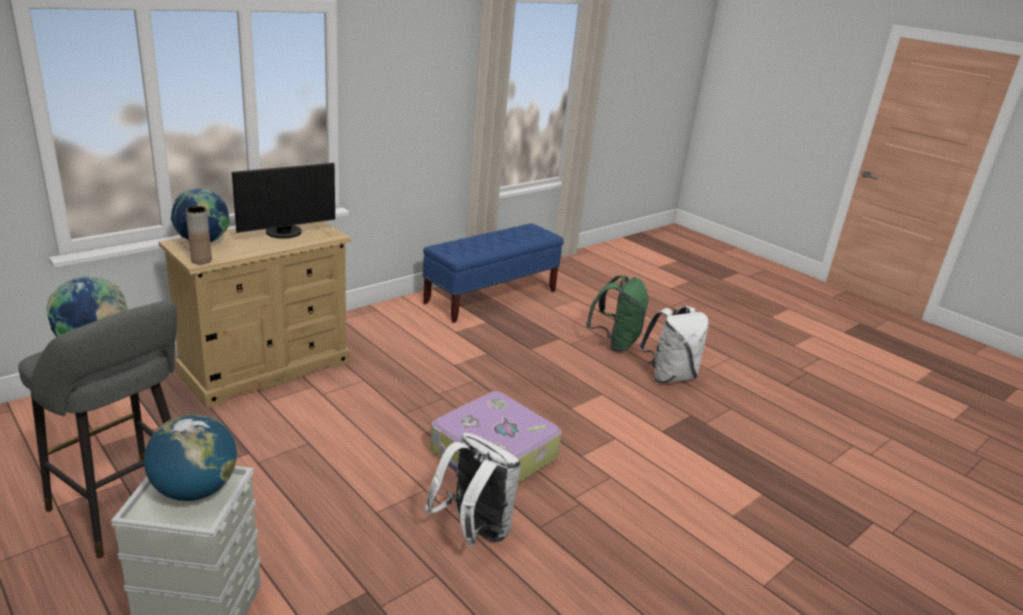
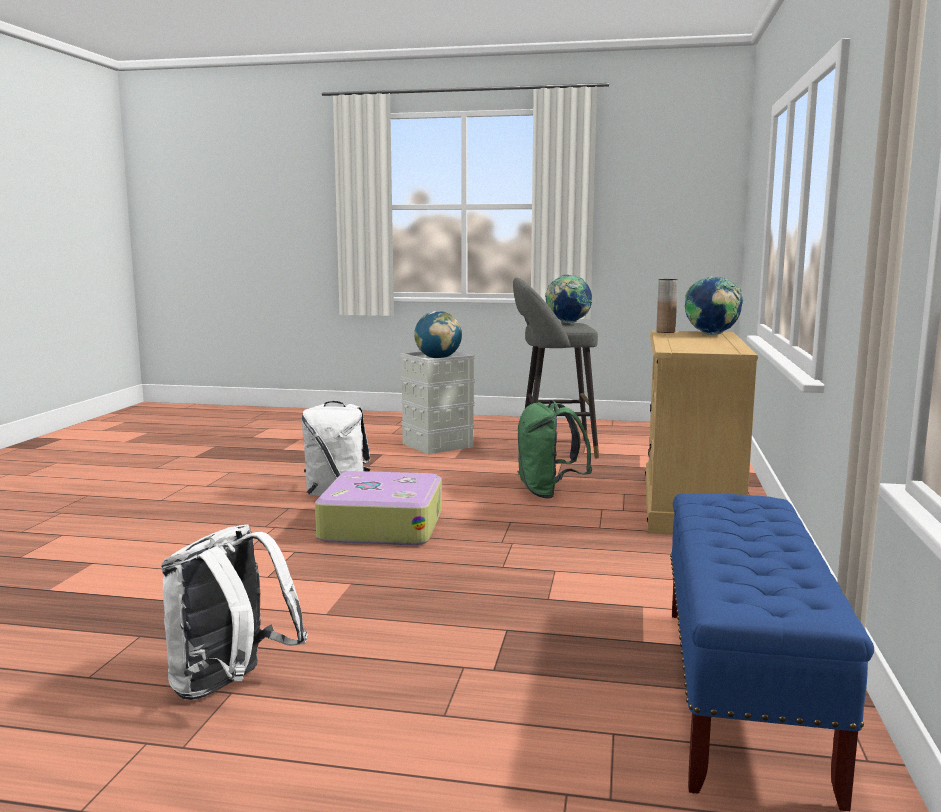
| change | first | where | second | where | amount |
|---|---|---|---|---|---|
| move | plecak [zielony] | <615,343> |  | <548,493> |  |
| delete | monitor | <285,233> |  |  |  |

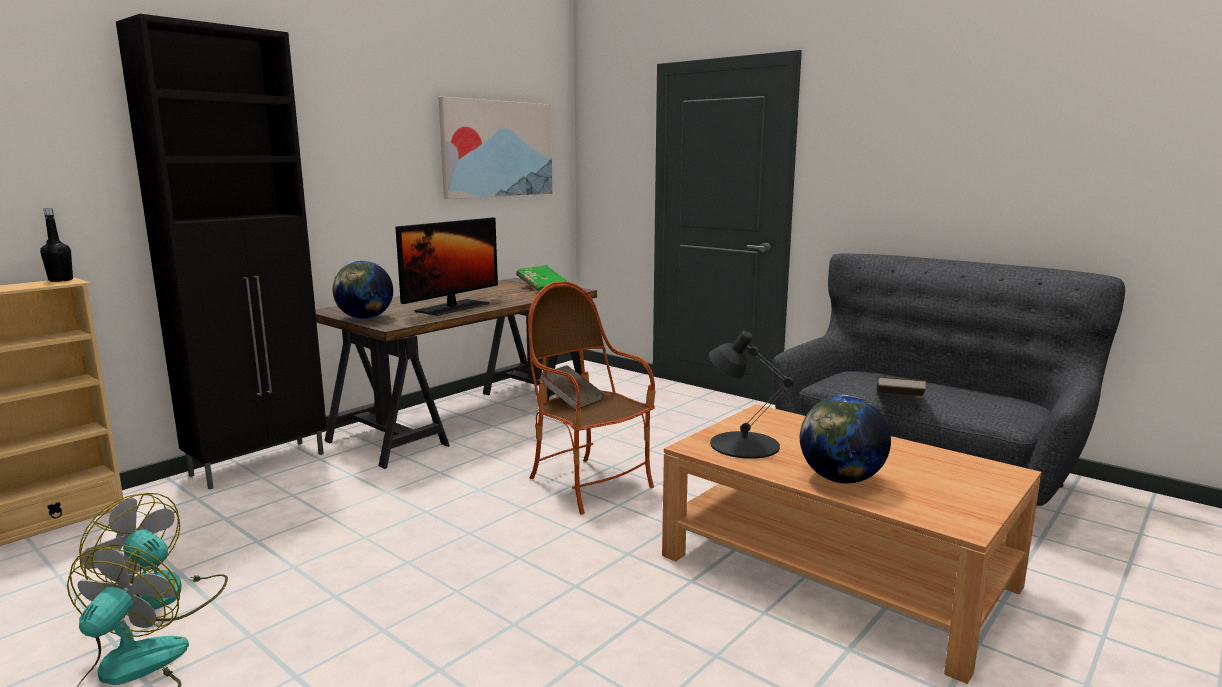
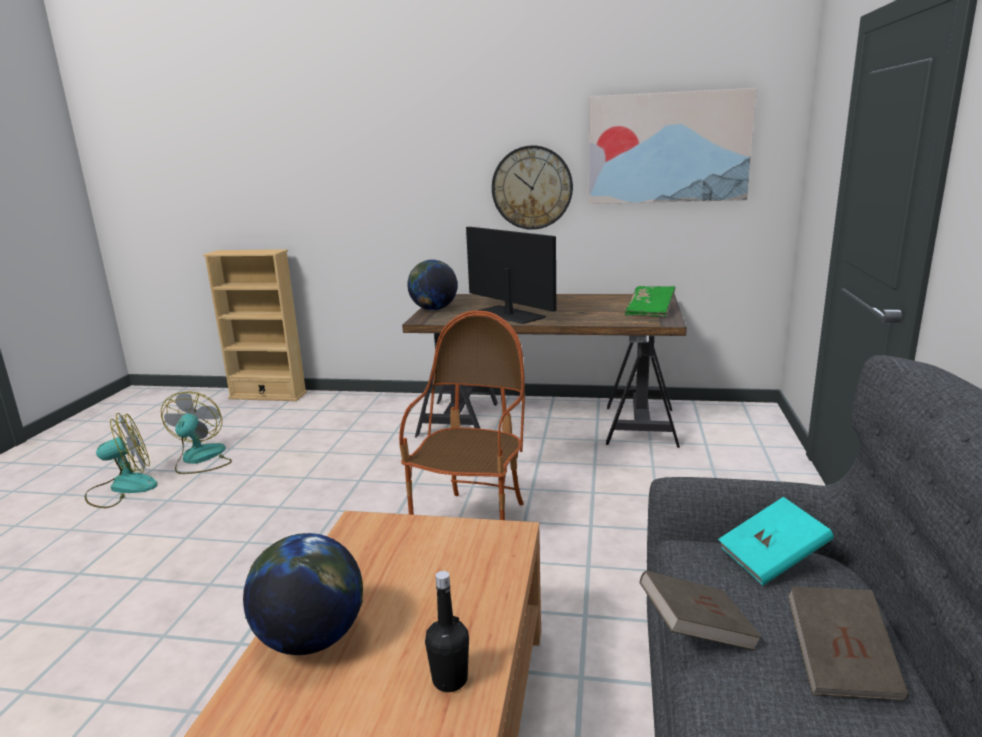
| change | first | where | second | where | amount |
|---|---|---|---|---|---|
| move | butelka [czarny] | <61,280> |  | <450,679> |  |
| rotate | monitor | <453,307> |  | <510,314> | 135 degrees counterclockwise |
| insert |  |  | zegar ścienny | <532,188> |  |
| insert |  |  | książka [turkusowy] | <772,559> |  |
| move | książka [brązowy] | <571,400> |  | <841,663> |  |
| delete | szafka [czarny] | <261,464> |  |  |  |
| delete | lampa stołowa [czarny] | <743,444> |  |  |  |

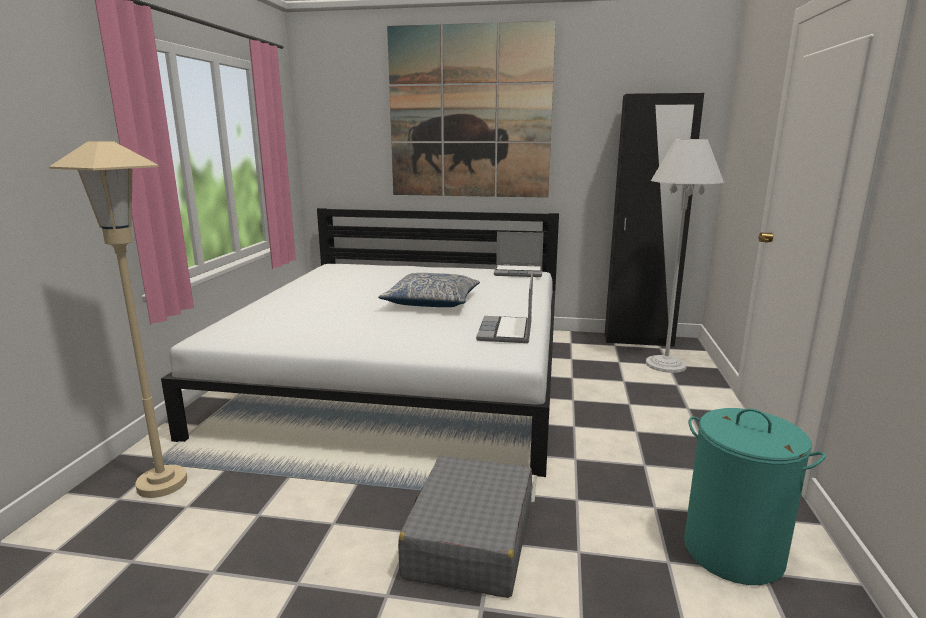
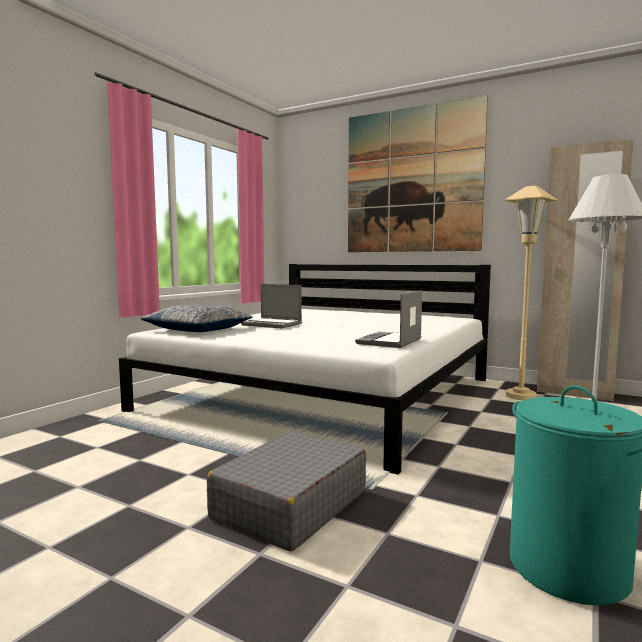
| change | first | where | second | where | amount |
|---|---|---|---|---|---|
| move | poduszka | <431,302> |  | <198,330> |  |
| move | laptop | <519,272> |  | <272,324> |  |
| move | lampa stojąca [beżowy] | <162,483> |  | <520,396> |  |
| recolor | szafa [czarny] | <638,340> | szafa [beżowy] | <574,393> |  |

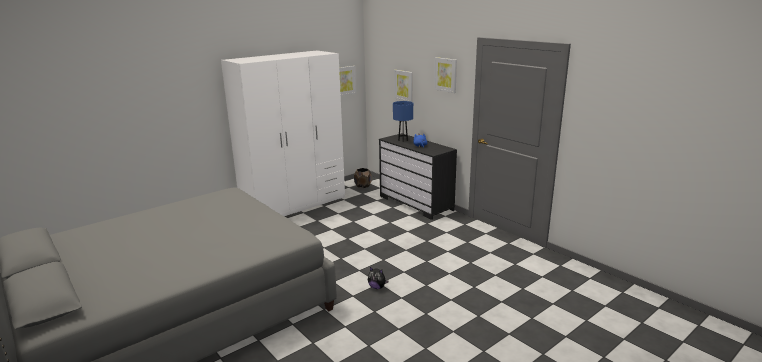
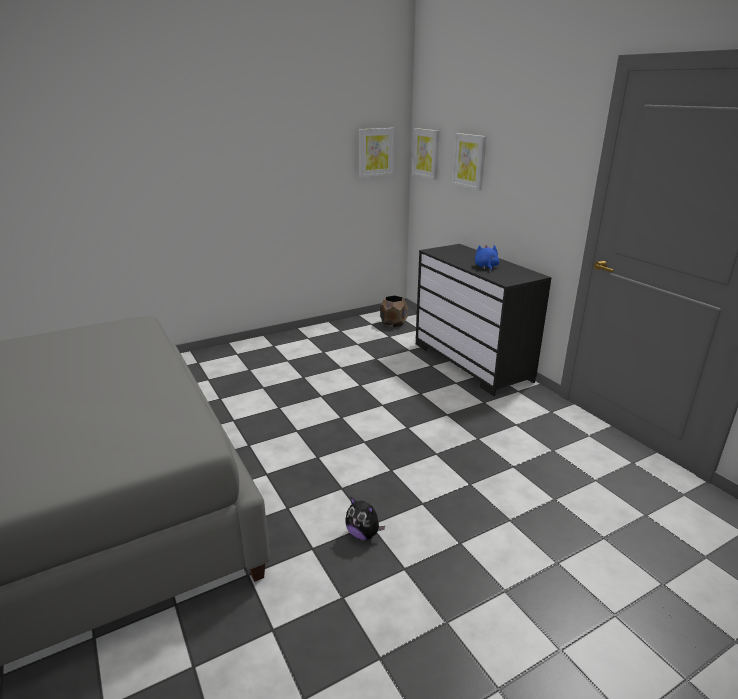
| change | first | where | second | where | amount |
|---|---|---|---|---|---|
| move | obraz | <445,74> |  | <426,153> |  |
| delete | szafa [biały] | <294,204> |  |  |  |
| delete | lampa stołowa [niebieski] | <403,140> |  |  |  |

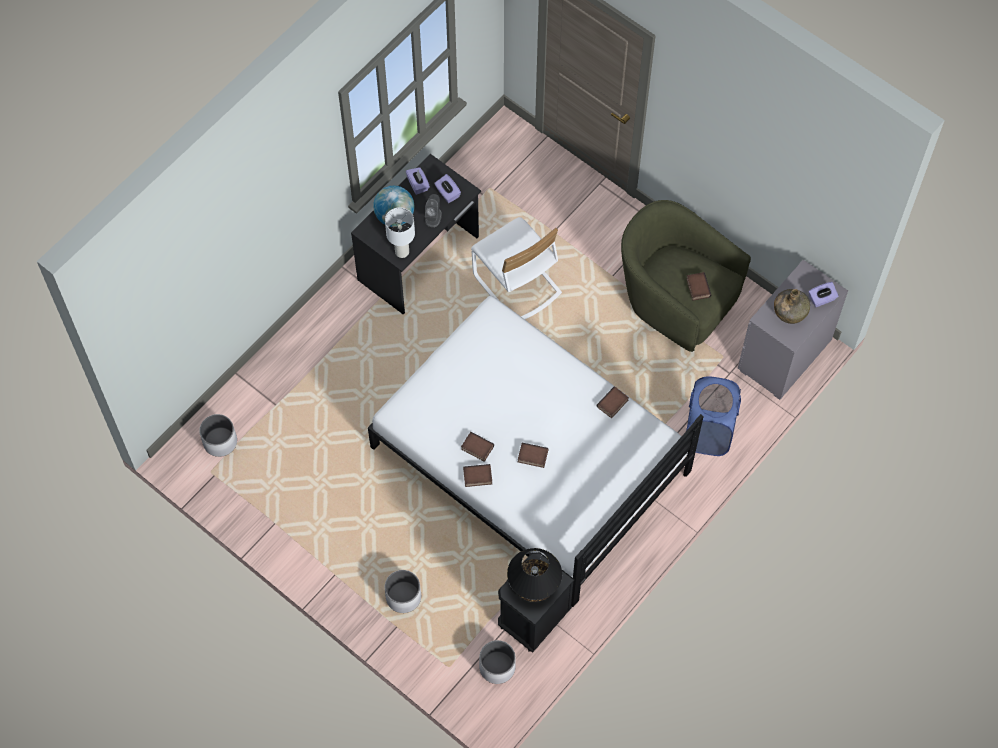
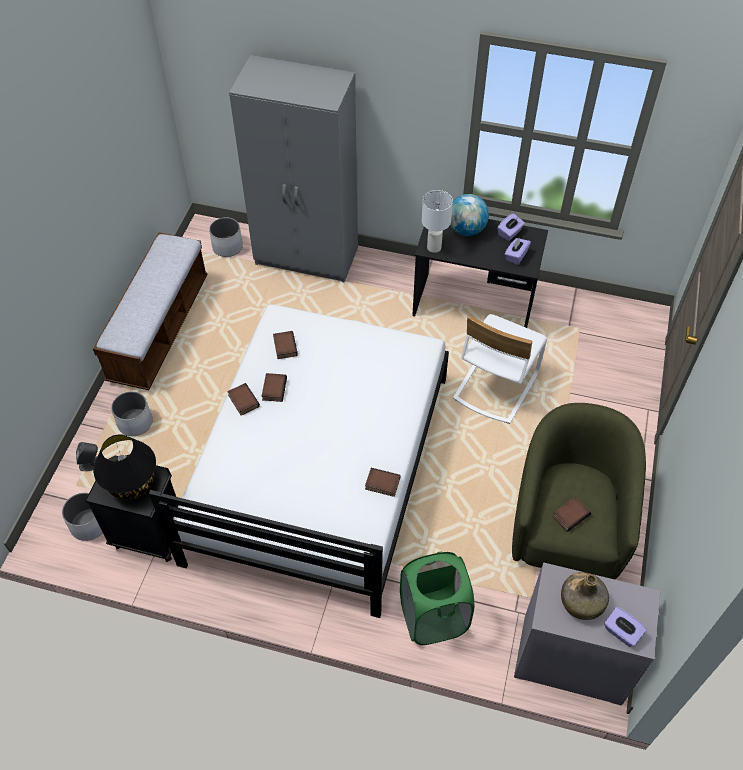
| change | first | where | second | where | amount |
|---|---|---|---|---|---|
| move | głośnik [szary] | <433,217> |  | <91,464> |  |
| insert |  |  | ławka | <160,329> |  |
| insert |  |  | szafa [szary] | <307,257> |  |
| move | książka | <532,457> |  | <284,346> |  |
| recolor | kosz na pranie [niebieski] | <708,433> | kosz na pranie [zielony] | <433,617> |  |

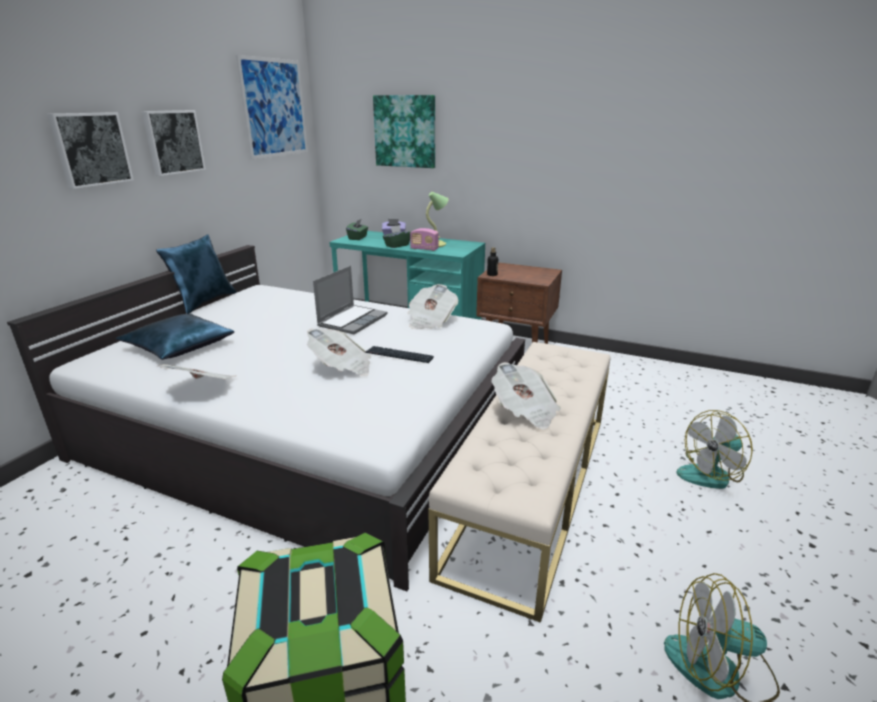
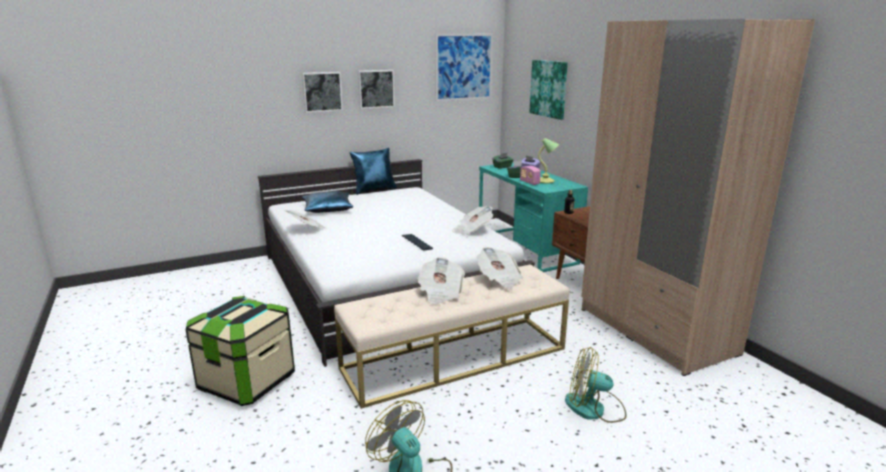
| change | first | where | second | where | amount |
|---|---|---|---|---|---|
| move | gazeta | <342,367> |  | <499,279> |  |
| insert |  |  | szafa [beżowy] | <655,331> |  |
| delete | laptop | <352,320> |  |  |  |

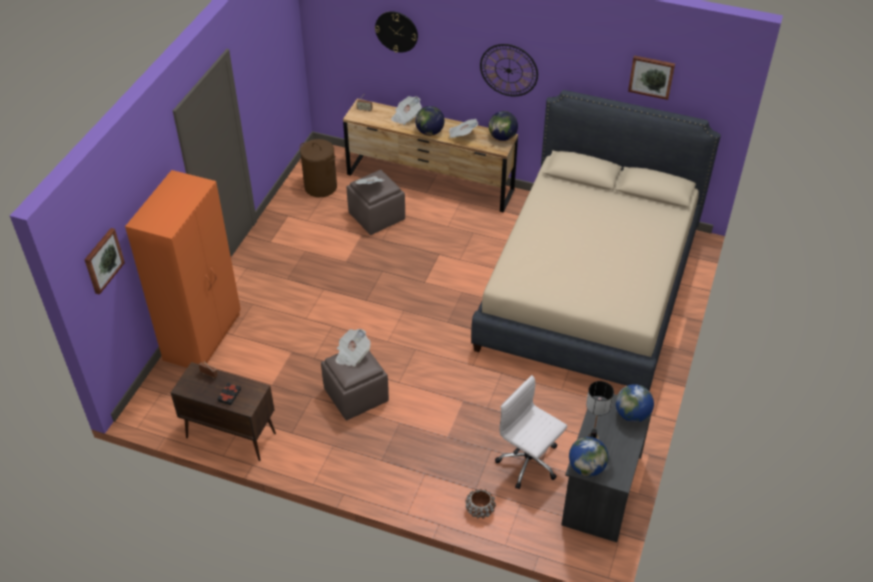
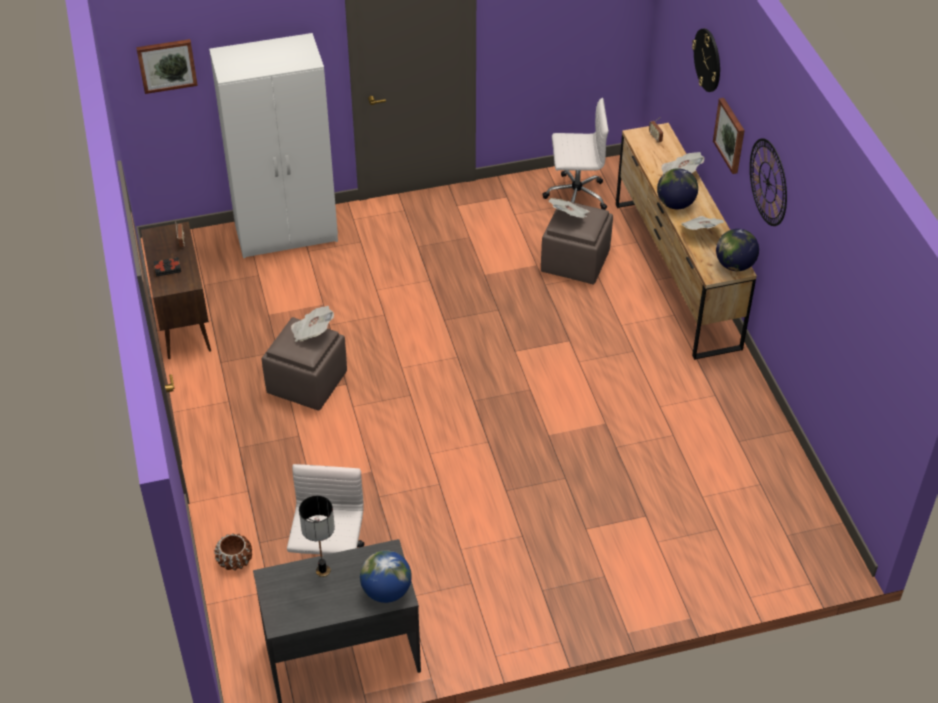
| change | first | where | second | where | amount |
|---|---|---|---|---|---|
| recolor | szafa [pomarańczowy] | <204,337> | szafa [biały] | <287,234> |  |
| replace | kosz na pranie [brązowy] | <321,187> | krzesło biurowe [biały] | <575,196> |  |
| move | obraz | <651,76> |  | <730,135> |  |
| delete | łóżko [beżowy] | <589,289> |  |  |  |
| delete | globus | <586,467> |  |  |  |

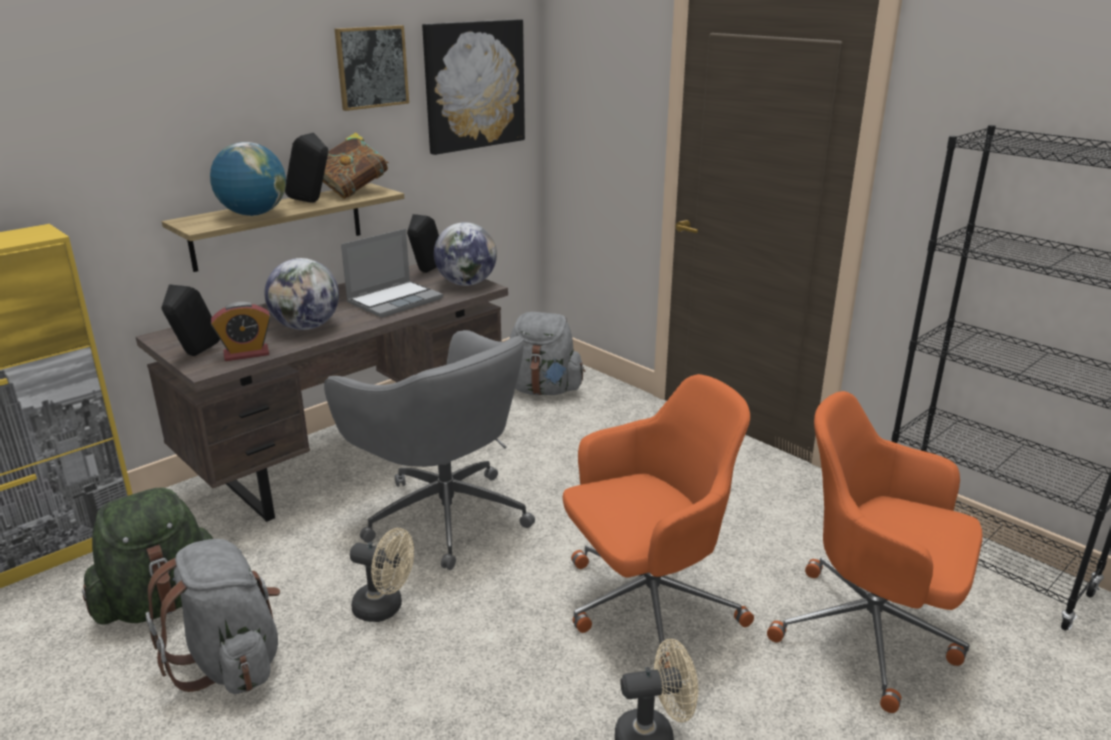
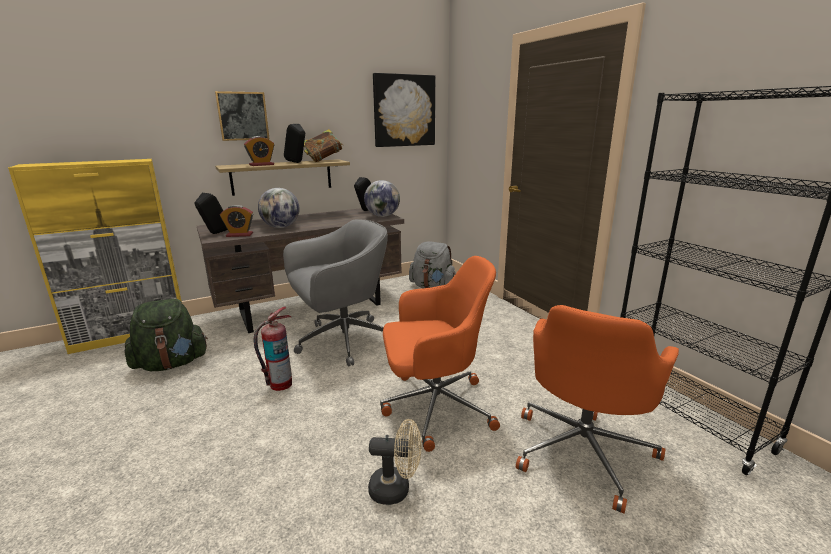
| change | first | where | second | where | amount |
|---|---|---|---|---|---|
| move | obraz | <371,67> |  | <243,116> |  |
| replace | globus | <254,214> | budzik | <261,165> |  |
| replace | wentylator [beżowy] | <385,608> | gaśnica | <280,384> |  |
| rotate | krzesło biurowe [szary] | <443,514> |  | <342,341> | 90 degrees counterclockwise |
| rotate | krzesło biurowe [pomarańczowy] | <871,633> |  | <583,450> | 105 degrees counterclockwise |
| delete | plecak [szary] | <231,661> |  |  |  |
| delete | laptop | <395,300> |  |  |  |

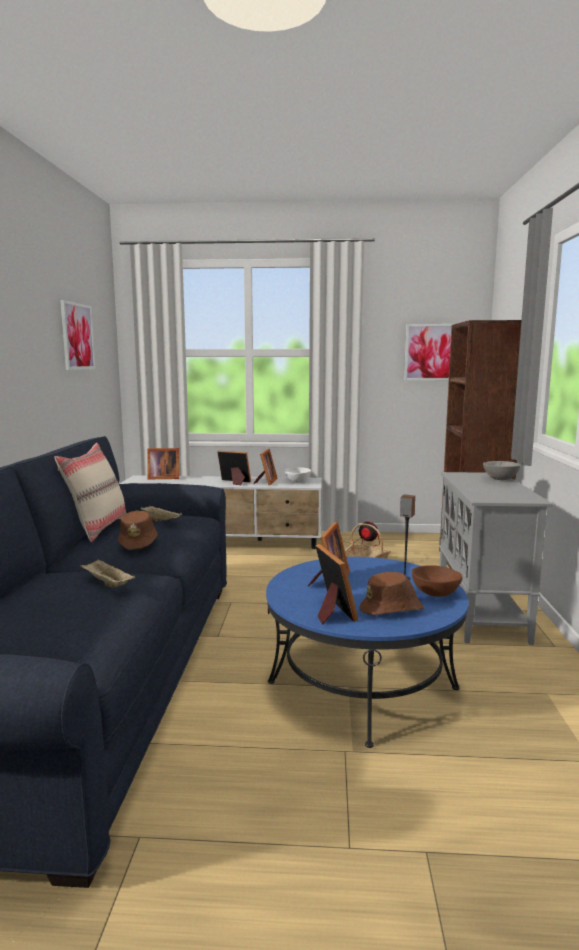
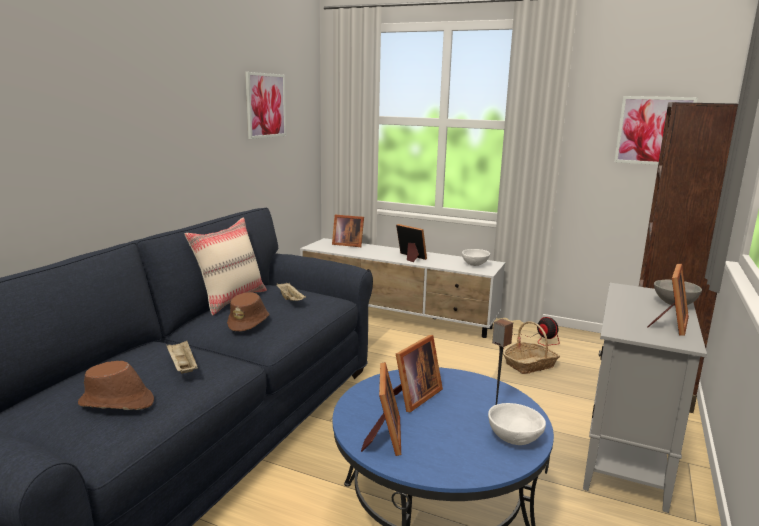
| change | first | where | second | where | amount |
|---|---|---|---|---|---|
| move | kapelusz [brązowy] | <392,610> |  | <117,403> |  |
| recolor | miska [brązowy] | <435,593> | miska [biały] | <514,438> |  |
| move | ramka na zdjęcie | <266,482> |  | <669,324> |  |

